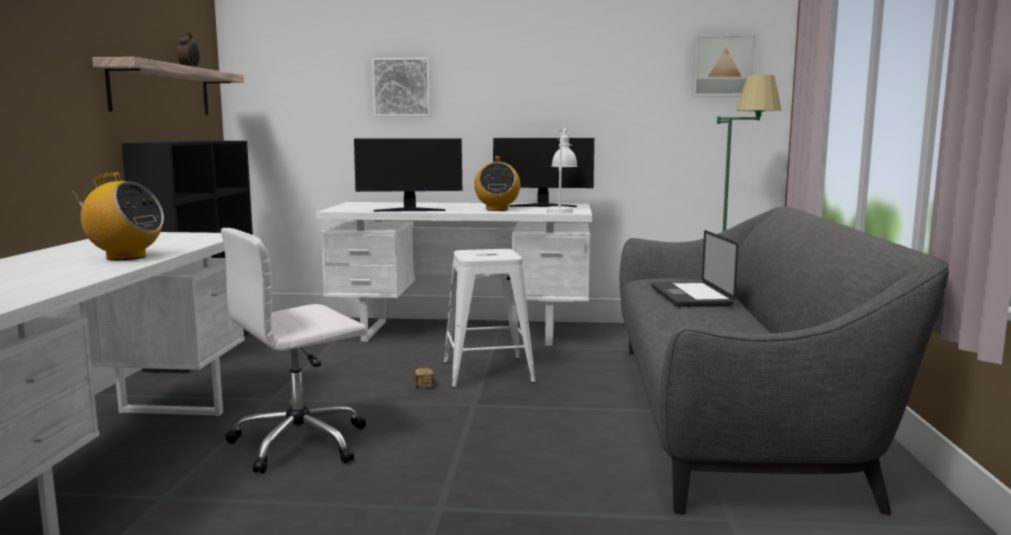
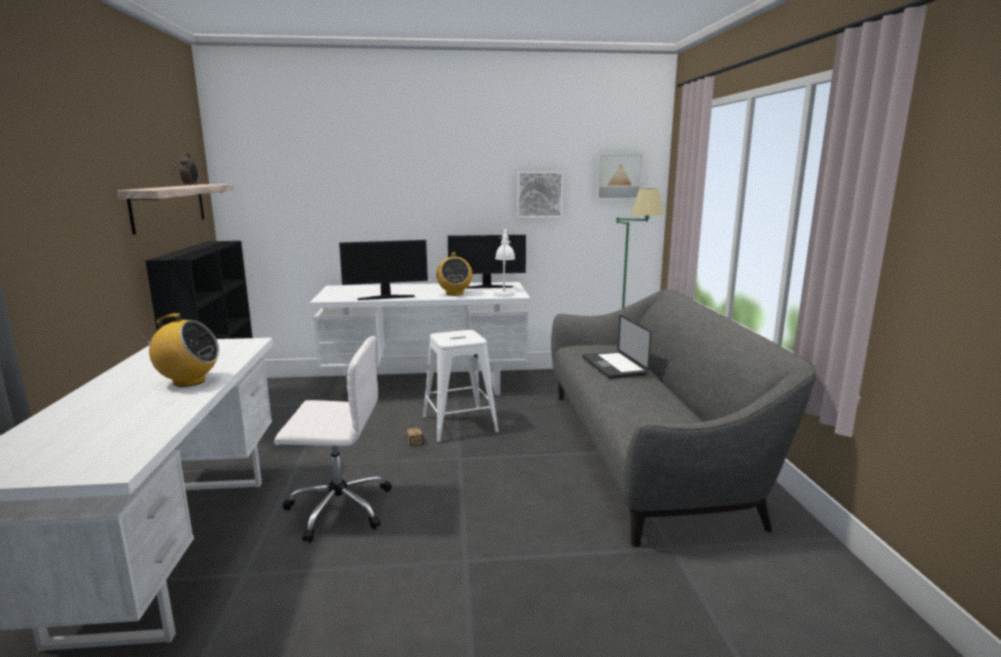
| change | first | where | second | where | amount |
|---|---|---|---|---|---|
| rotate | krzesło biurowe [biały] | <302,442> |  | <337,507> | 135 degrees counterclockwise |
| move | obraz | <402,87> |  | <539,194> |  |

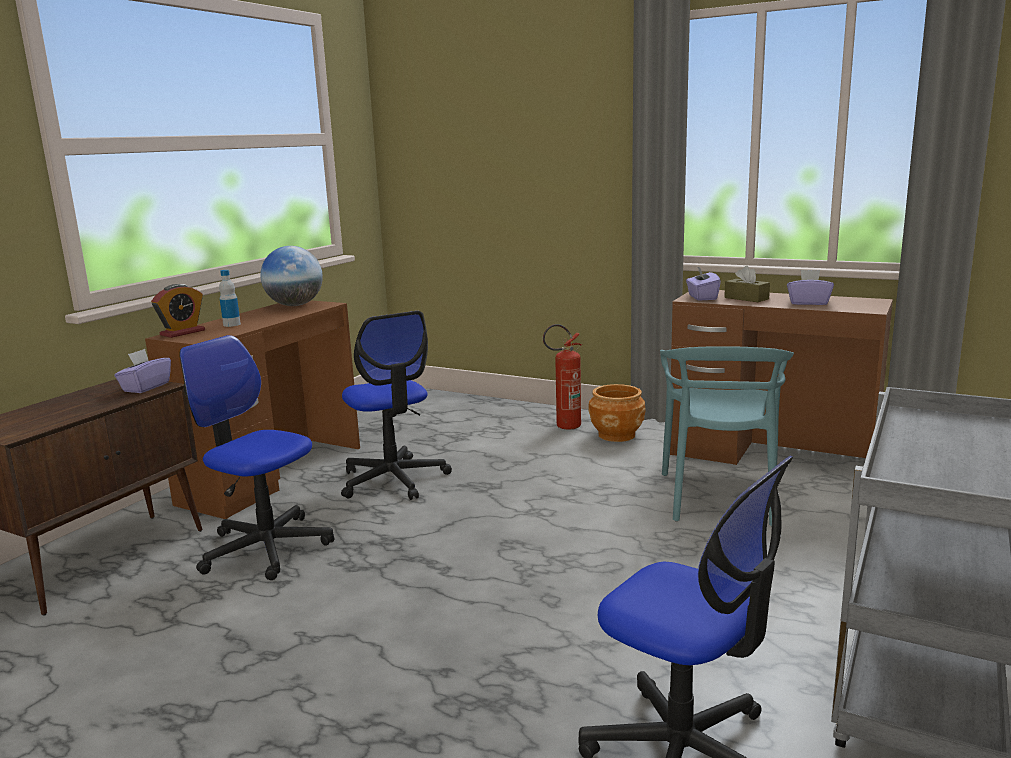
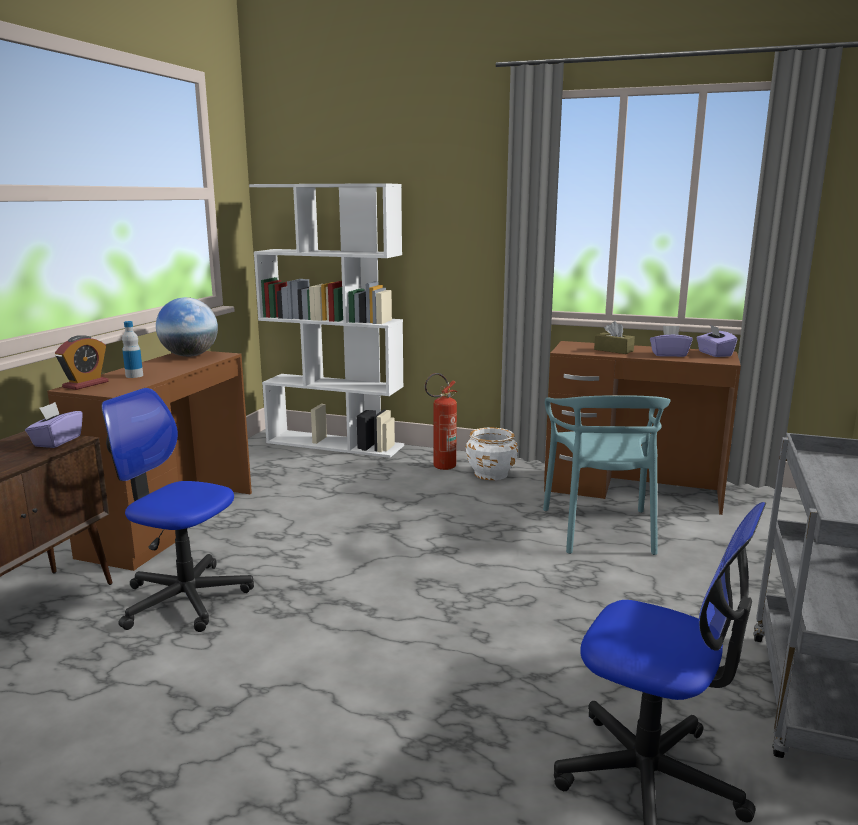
| change | first | where | second | where | amount |
|---|---|---|---|---|---|
| insert |  |  | regał [biały] | <335,444> |  |
| recolor | donica [brązowy] | <617,435> | donica [biały] | <491,474> |  |
| move | pudełko chusteczek [fioletowy] | <702,297> |  | <714,354> |  |
| delete | krzesło biurowe | <393,480> |  |  |  |

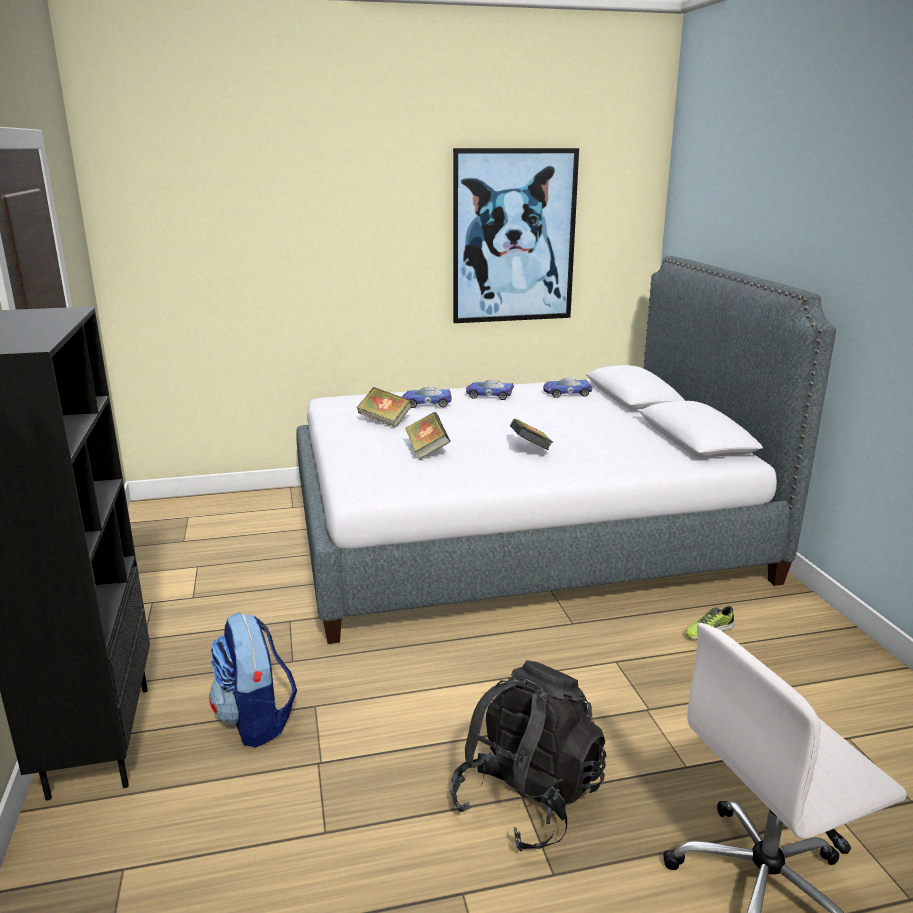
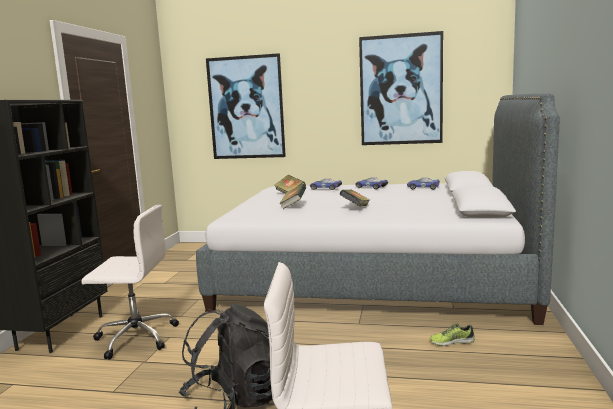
| change | first | where | second | where | amount |
|---|---|---|---|---|---|
| replace | plecak | <256,720> | krzesło biurowe [biały] | <135,338> |  |
| insert |  |  | obraz | <246,107> |  |

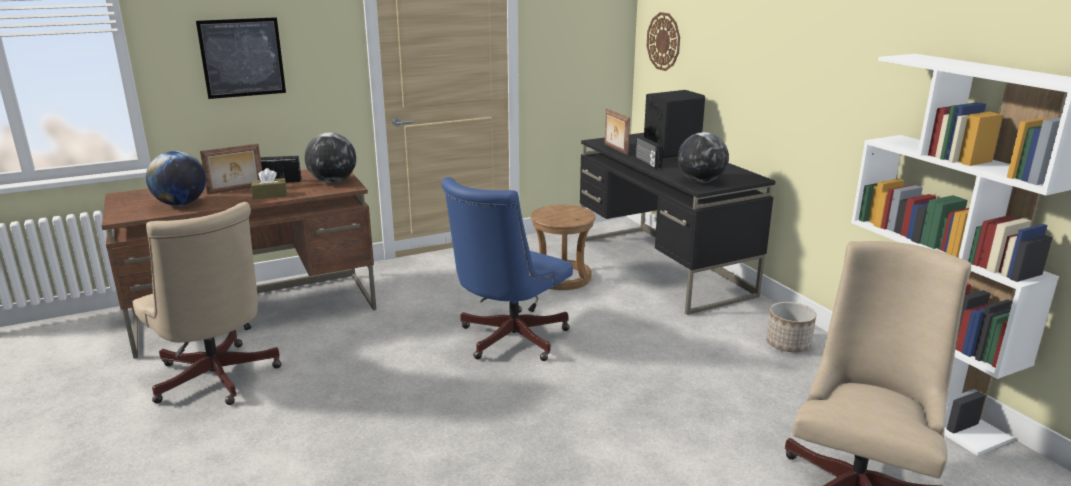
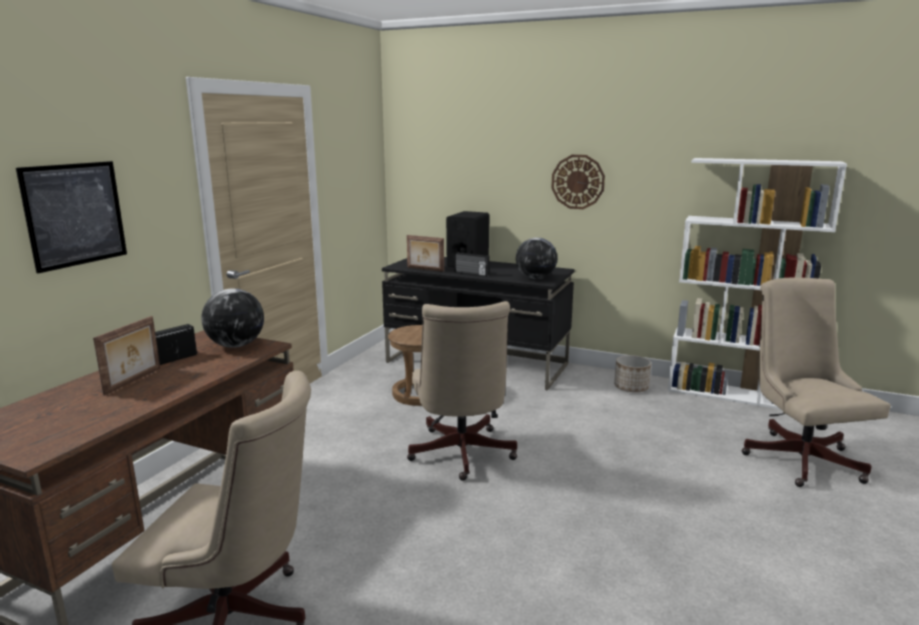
| change | first | where | second | where | amount |
|---|---|---|---|---|---|
| recolor | krzesło biurowe [niebieski] | <507,340> | krzesło biurowe [beżowy] | <460,456> |  |
| move | zegar ścienny | <663,41> |  | <577,182> |  |
| delete | globus | <181,204> |  |  |  |
| delete | pudełko chusteczek [brązowy] | <270,195> |  |  |  |

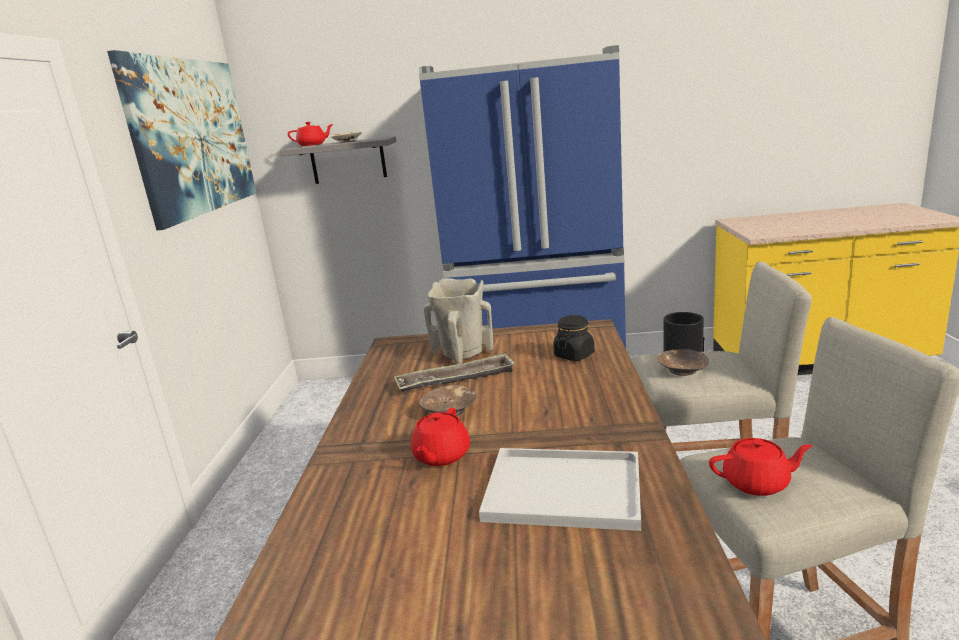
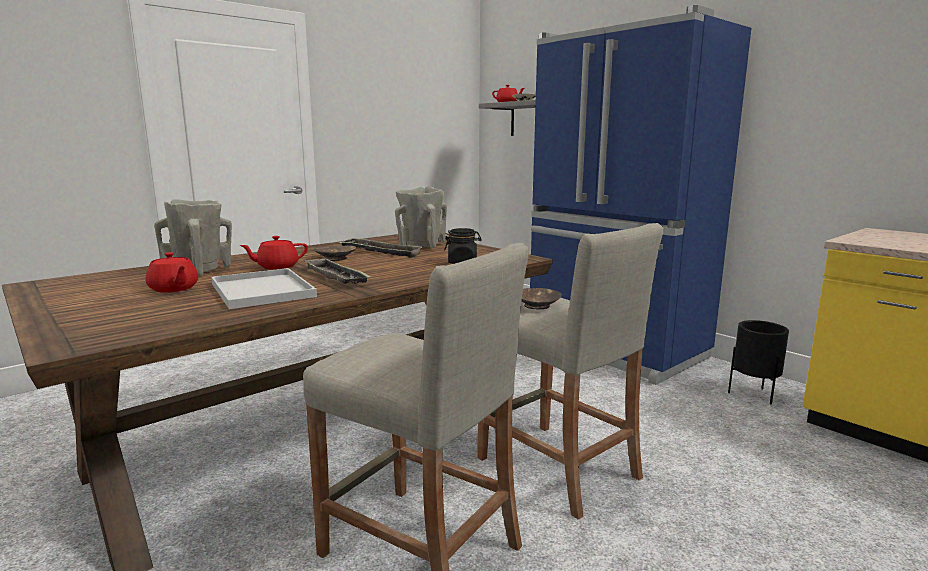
| change | first | where | second | where | amount |
|---|---|---|---|---|---|
| move | imbryk [czerwony] | <757,483> |  | <174,289> |  |
| insert |  |  | wazon [beżowy] | <200,270> |  |
| insert |  |  | taca | <335,277> |  |
| delete | obraz | <193,136> |  |  |  |

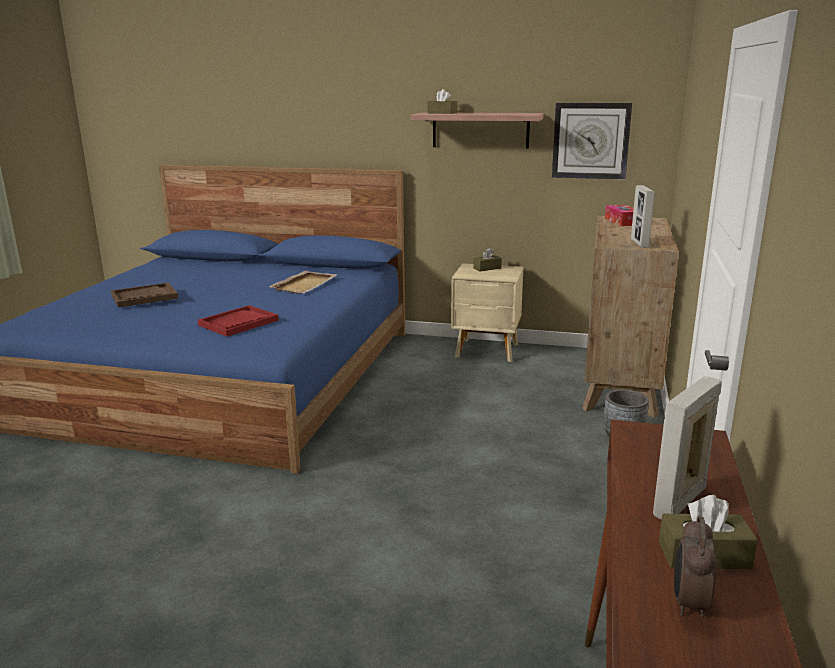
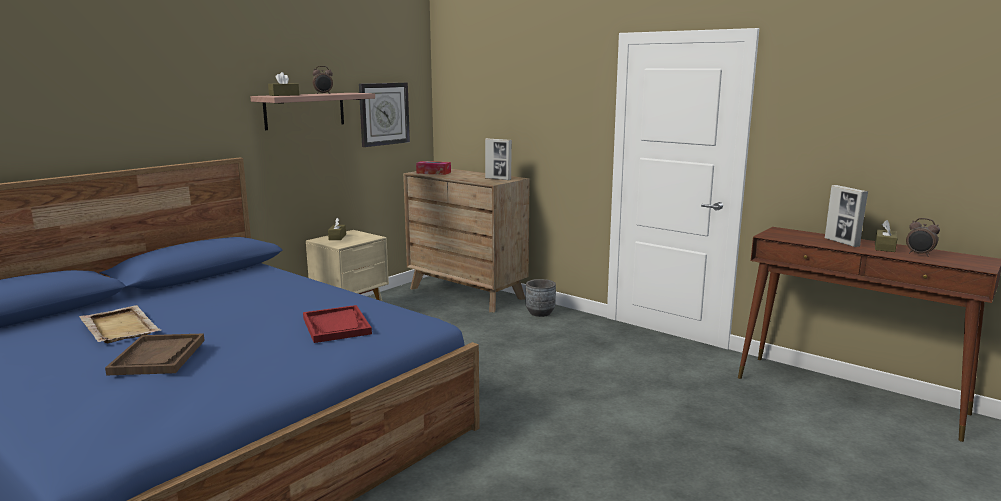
| change | first | where | second | where | amount |
|---|---|---|---|---|---|
| move | taca [beżowy] | <305,284> |  | <119,327> |  |
| insert |  |  | budzik | <323,94> |  |

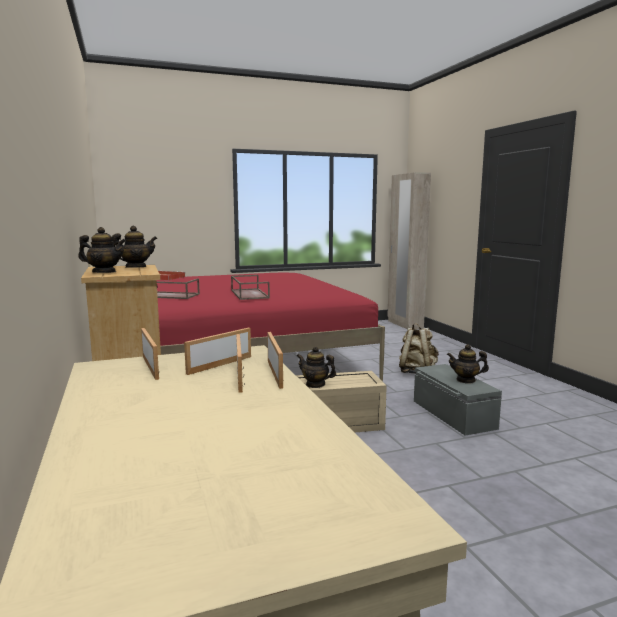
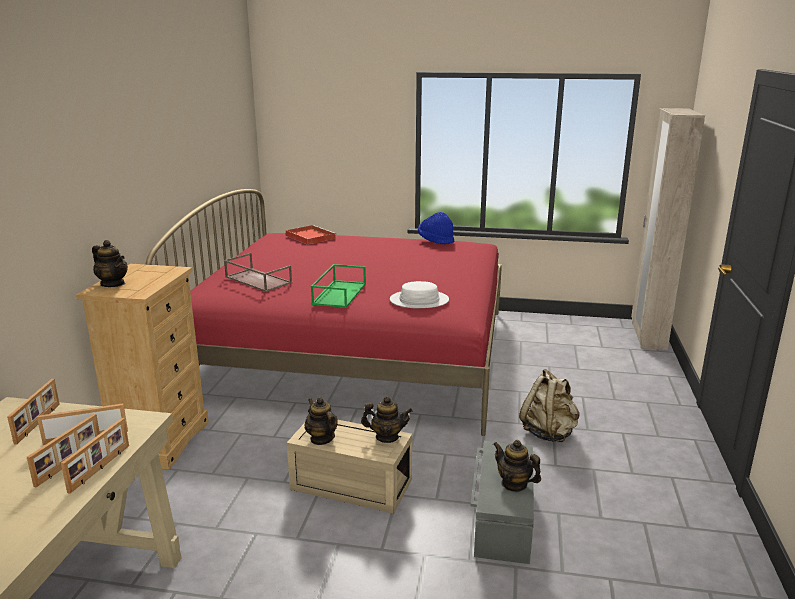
| change | first | where | second | where | amount |
|---|---|---|---|---|---|
| recolor | taca [brązowy] | <248,294> | taca [zielony] | <339,293> |  |
| move | imbryk | <135,267> |  | <387,437> |  |
| insert |  |  | kapelusz [biały] | <419,301> |  |
| insert |  |  | kapelusz [niebieski] | <435,240> |  |

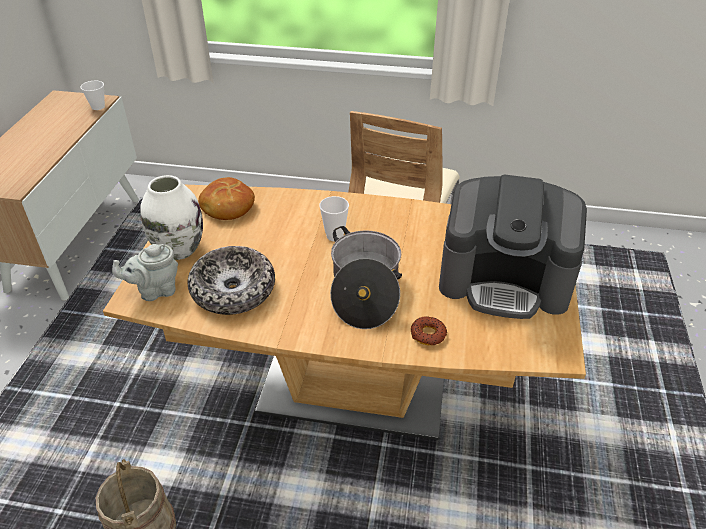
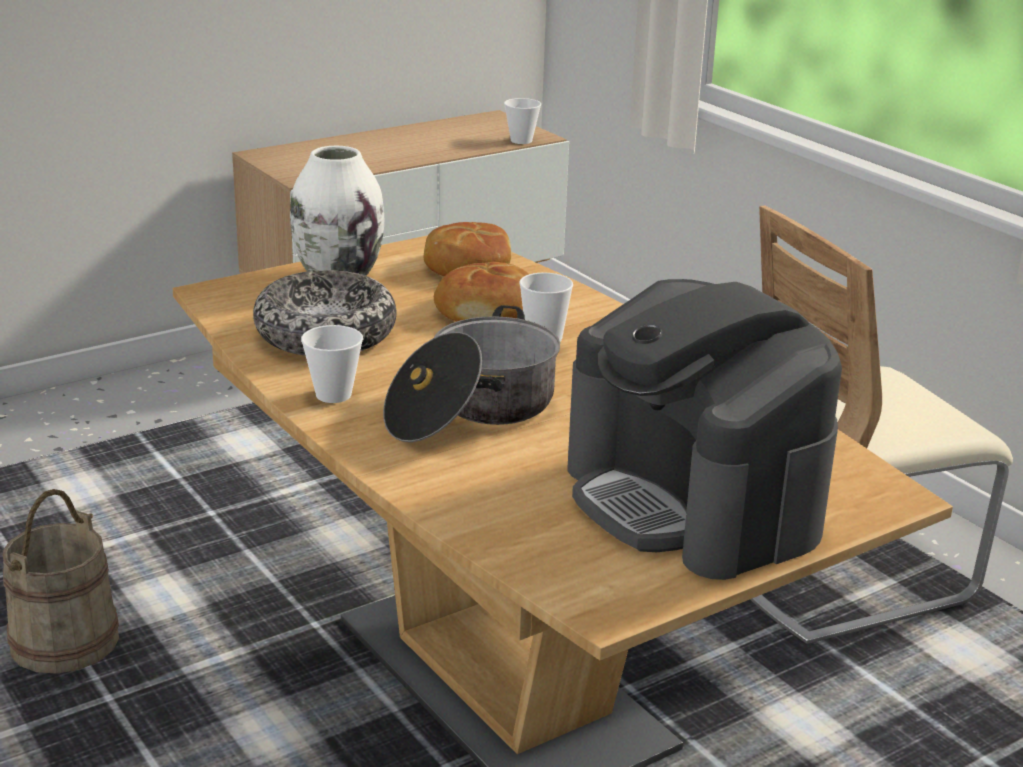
| change | first | where | second | where | amount |
|---|---|---|---|---|---|
| insert |  |  | filiżanka | <333,395> |  |
| insert |  |  | chleb | <487,310> |  |
| delete | imbryk [szary] | <155,290> |  |  |  |
| delete | donut | <428,334> |  |  |  |

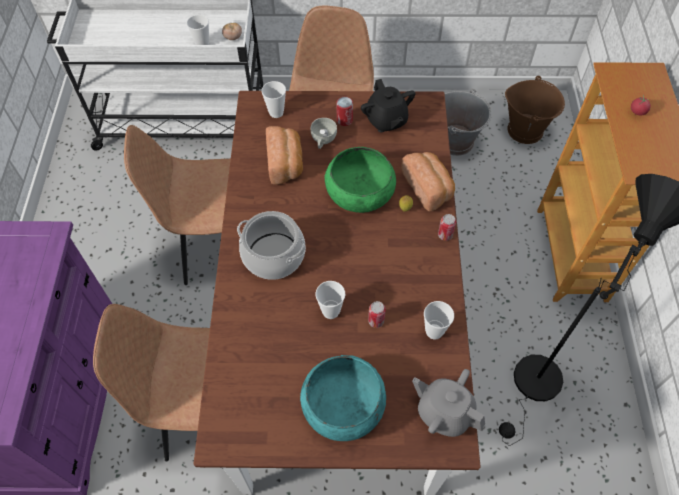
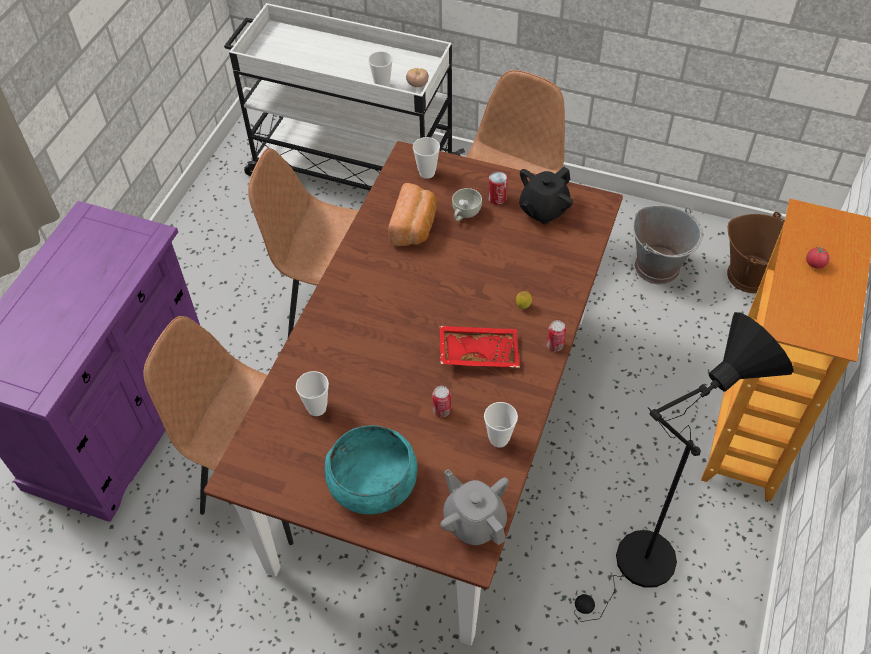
| change | first | where | second | where | amount |
|---|---|---|---|---|---|
| move | filiżanka | <331,311> |  | <317,408> |  |
| insert |  |  | taca [czerwony] | <478,351> |  |
| rotate | imbryk [czarny] | <386,120> |  | <543,210> | 45 degrees clockwise |
| delete | garnek | <274,255> |  |  |  |
| delete | miska [zielony] | <360,191> |  |  |  |
| delete | chleb | <428,187> |  |  |  |

